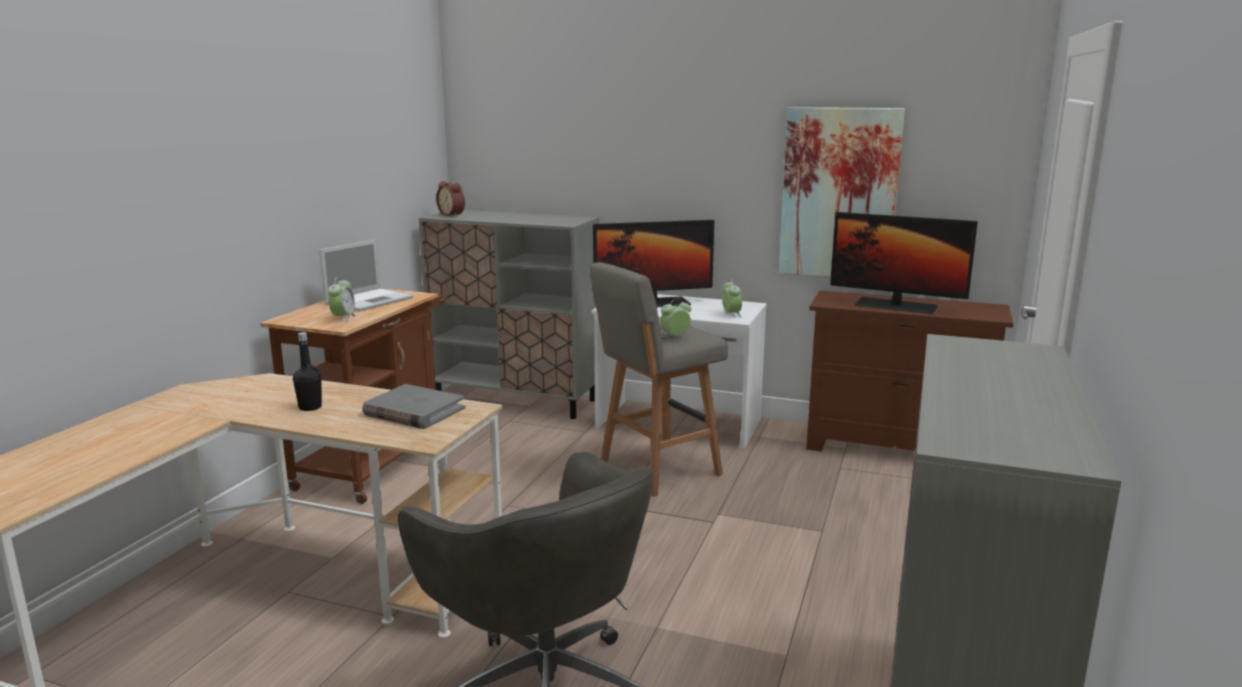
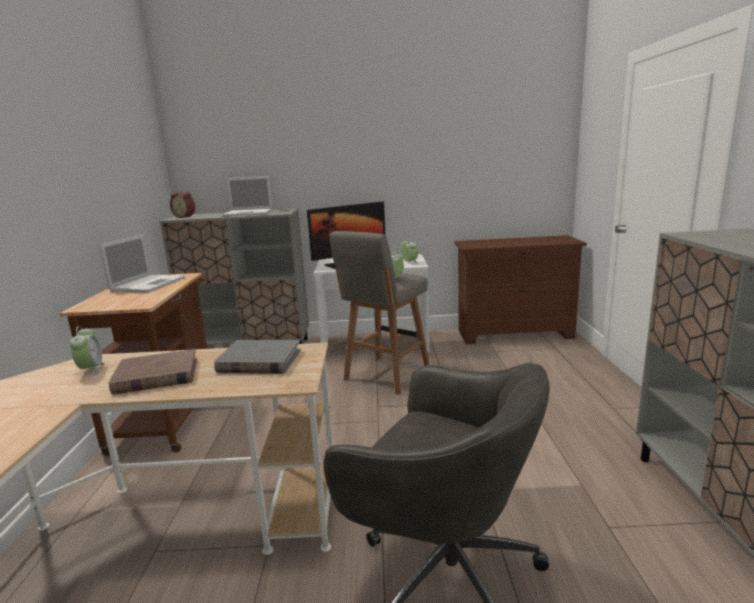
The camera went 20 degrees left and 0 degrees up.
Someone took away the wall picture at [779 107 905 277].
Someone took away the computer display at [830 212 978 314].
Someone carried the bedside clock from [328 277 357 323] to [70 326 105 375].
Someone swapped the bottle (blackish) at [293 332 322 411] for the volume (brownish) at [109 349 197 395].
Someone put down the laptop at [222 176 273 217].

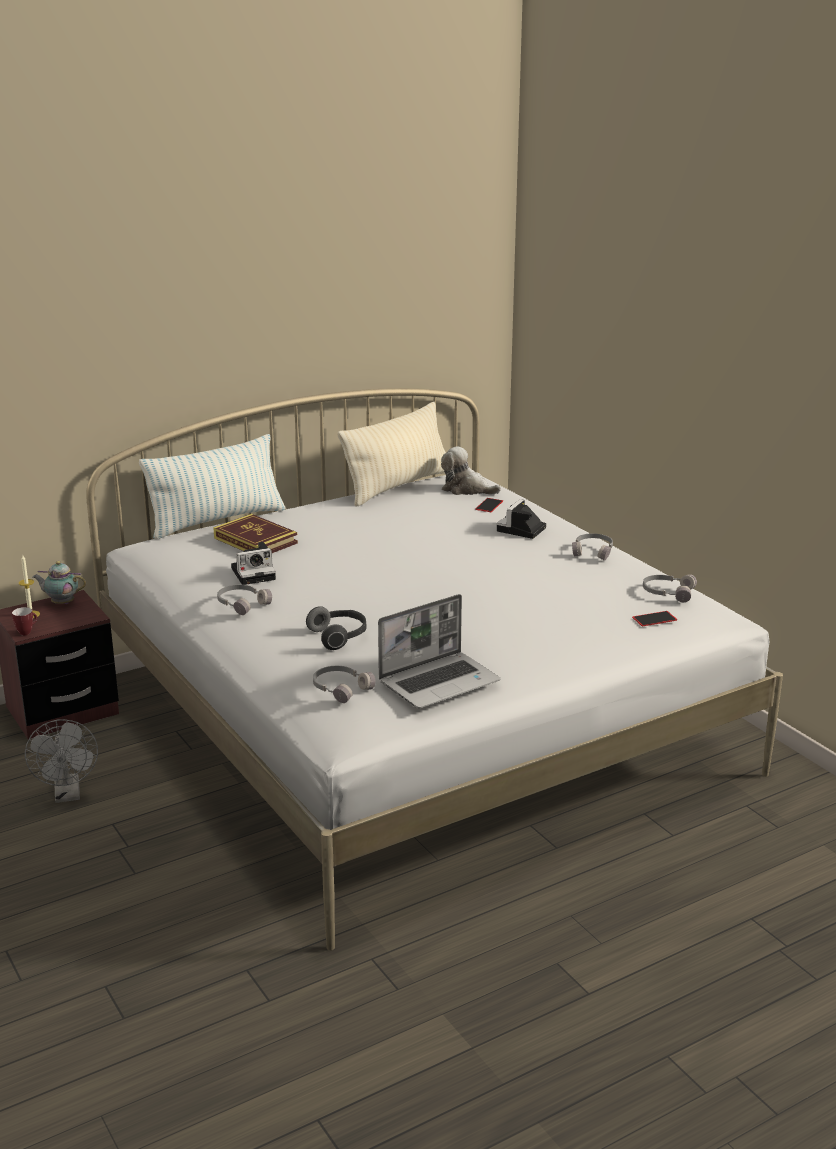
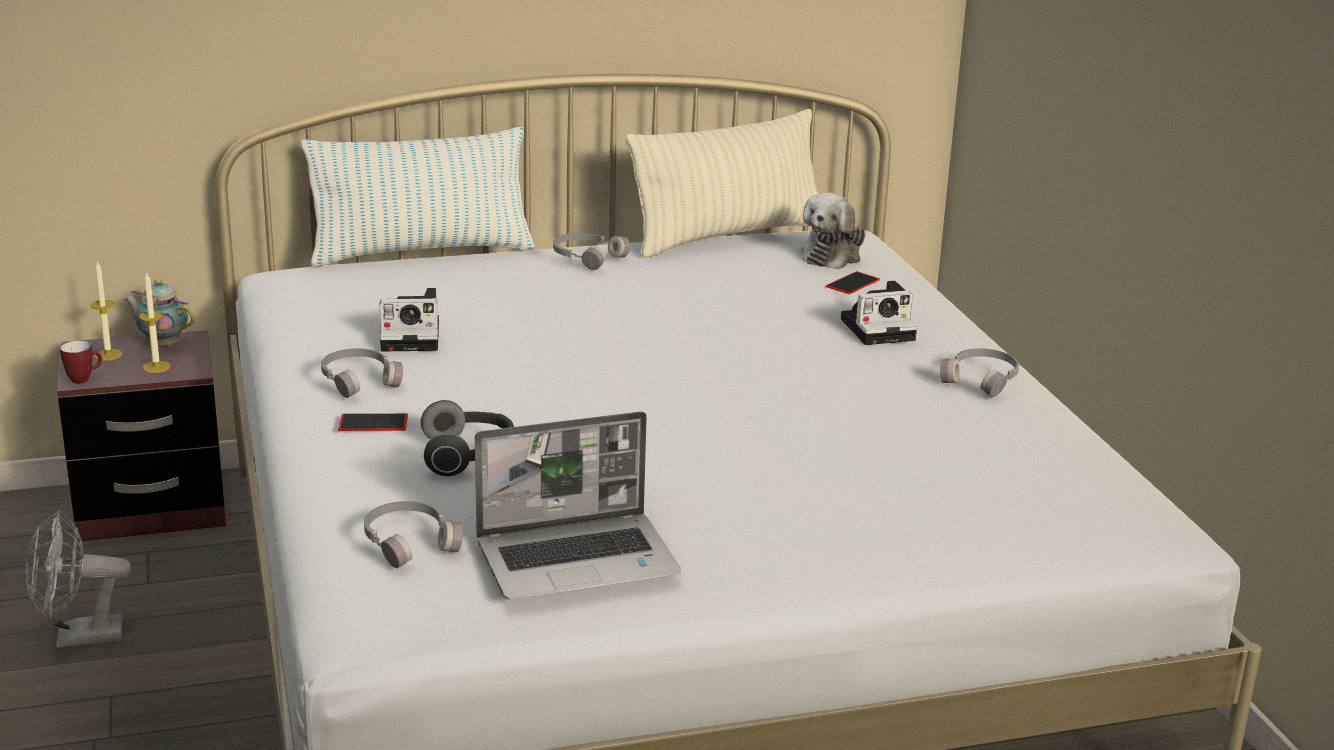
The camera went 15 degrees right and 0 degrees up.
Someone rotated the cuddly toy at [441 446 501 495] by 105 degrees counterclockwise.
Someone rotated the photo camera at [497 499 546 539] by 150 degrees counterclockwise.
Someone took away the volume at [213 514 298 553].
Someone carried the headset (greyish) from [643 574 697 602] to [553 233 630 270].
Someone carried the handset from [632 611 677 626] to [338 413 408 431].
Someone rotated the cooling fan (greyish) at [25 719 98 803] by 75 degrees clockwise.
Someone put down the wax candle at [139 273 171 373].

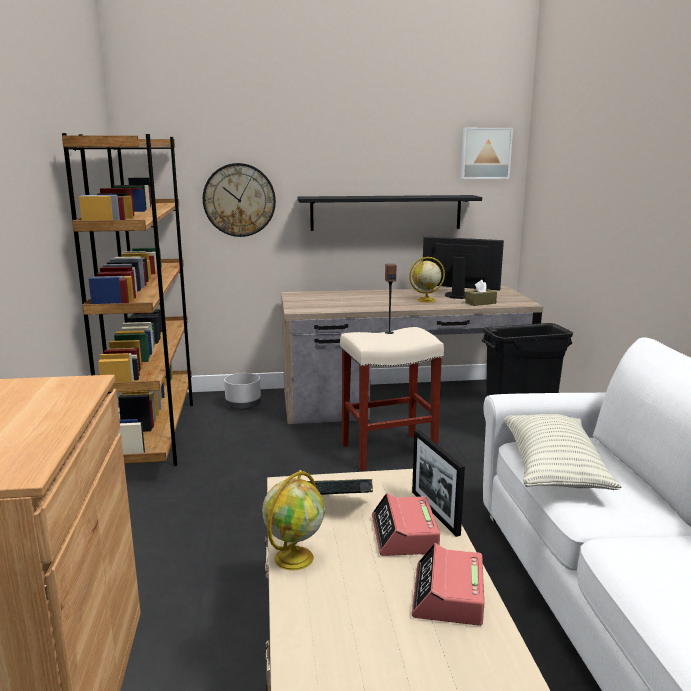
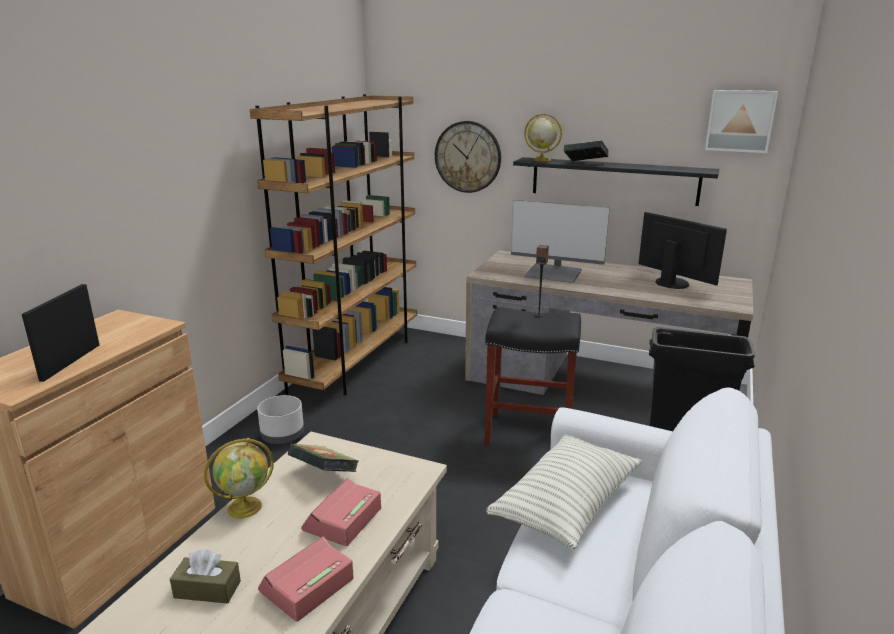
The camera went 30 degrees right and 5 degrees up.
Someone carried the world globe from [409 257 445 303] to [524 114 562 161].
Someone carried the tissue holder (brownish) from [465 280 497 306] to [170 549 241 604].
Someone repainted the sitting stool (sand-coloured) at [340 327 444 471], which became the sitting stool (blackish) at [485 307 581 445].
Someone carried the flower pot (greyish) from [224 373 261 410] to [257 395 304 444].
Someone carried the picture frame from [412 429 465 537] to [22 284 99 382].
Someone put down the volume at [564 141 609 161].
Someone put down the computer display at [511 200 610 283].

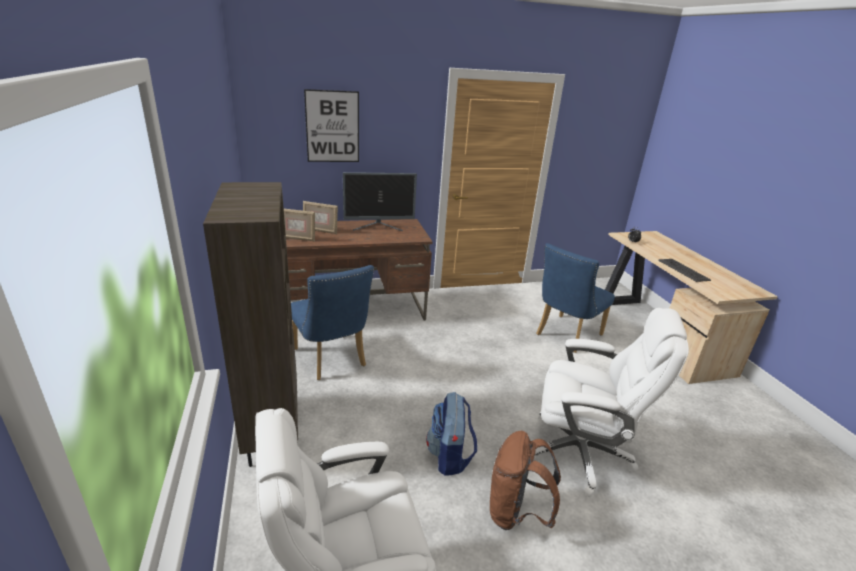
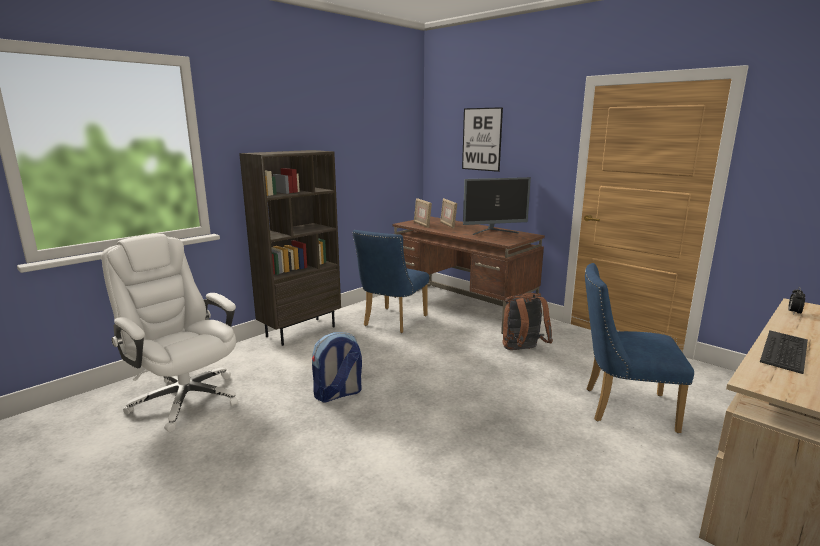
The camera went 60 degrees right and 10 degrees down.
Someone rotated the computer display at [343 172 417 231] by 60 degrees counterclockwise.
Someone took away the computer chair (white-coloured) at [534 308 689 498].
Someone carried the knapsack (brownish) from [490 431 561 530] to [502 293 553 350].

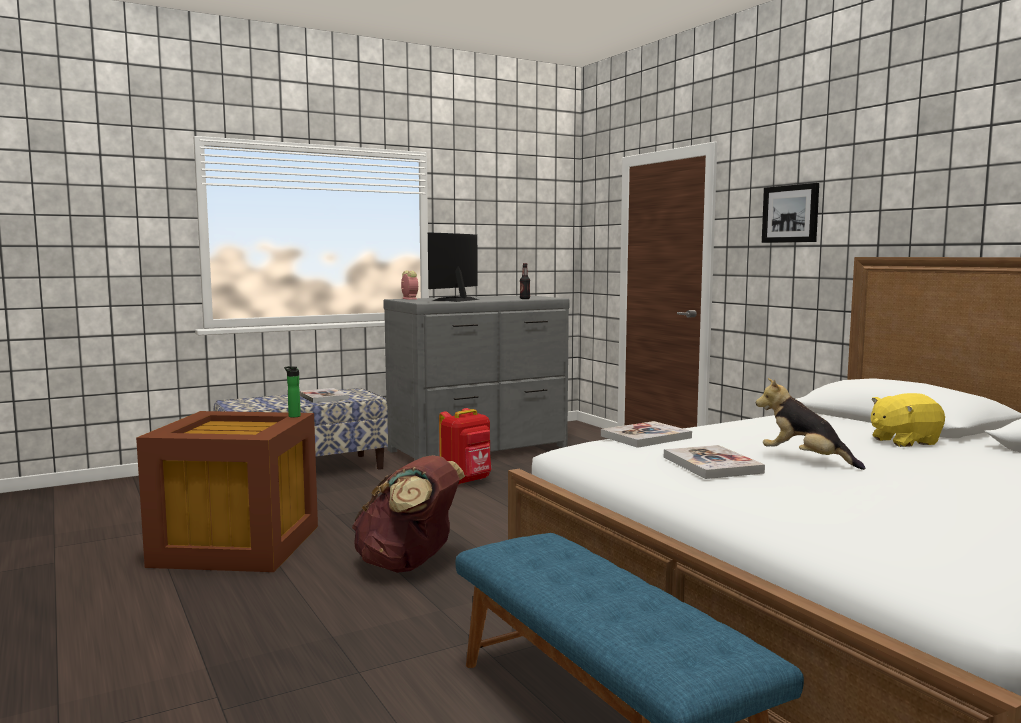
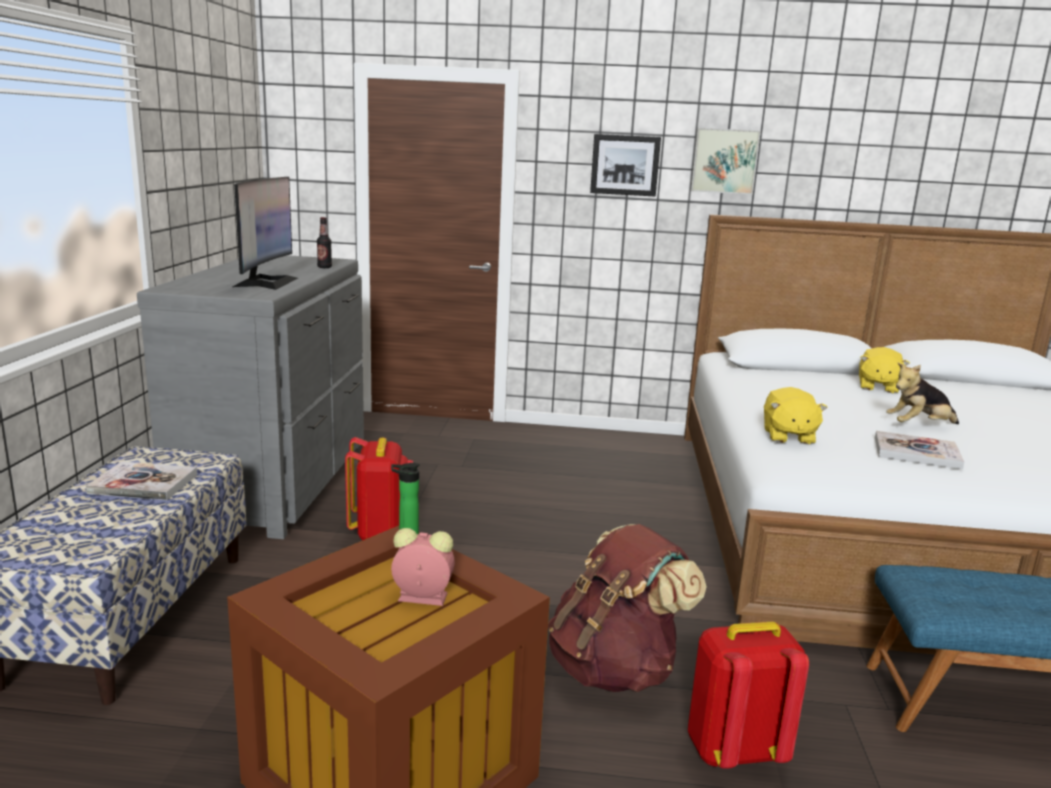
The camera went 55 degrees left and 10 degrees up.
Someone rotated the computer display at [428 233 479 302] by 150 degrees counterclockwise.
Someone carried the bedside clock from [401 270 418 300] to [391 528 455 606].
Someone swapped the volume at [601 421 692 448] for the cuddly toy (yellow-coloured) at [764 387 828 445].
Someone put up the wall picture at [690 128 761 195].
Someone put down the knapsack (red) at [688 622 809 769].

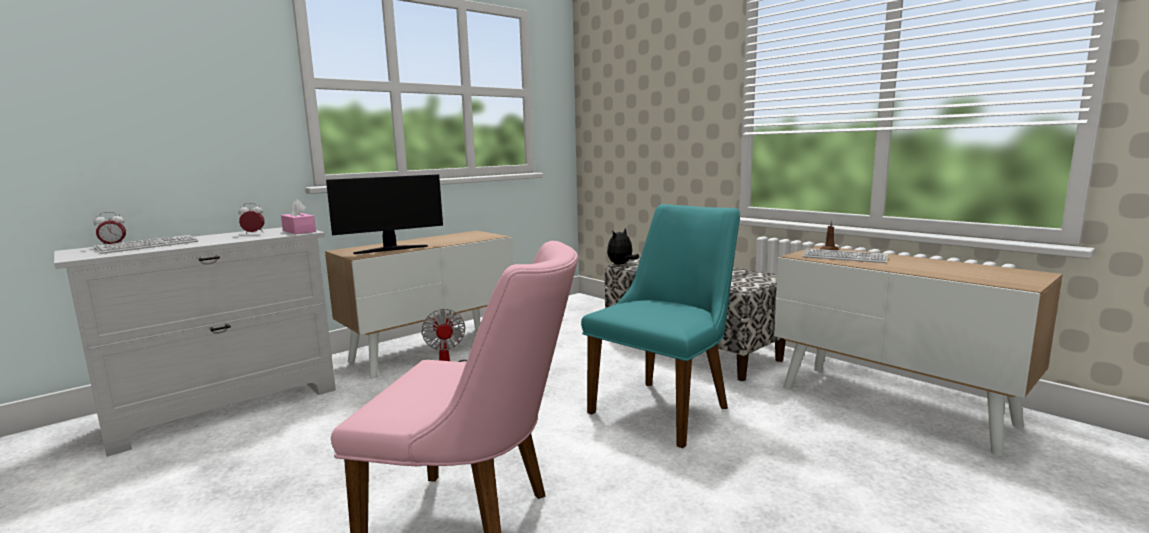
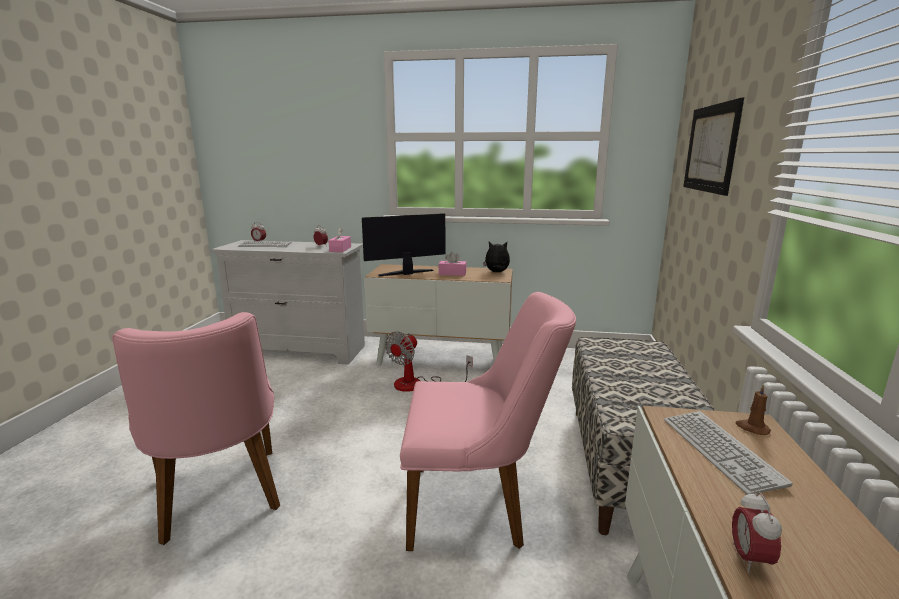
The camera went 50 degrees right and 5 degrees up.
Someone rotated the computer display at [326 174 443 254] by 135 degrees clockwise.
Someone repainted the plain chair (blue-green) at [581 204 740 449], which became the plain chair (pinkish) at [400 292 576 551].
Someone carried the cuddly toy from [607 228 639 264] to [483 242 510 272].
Someone put up the wall picture at [683 98 744 196].
Someone put down the tissue holder (pinkish) at [438 252 467 276].
Someone put down the bedside clock at [732 491 782 573].

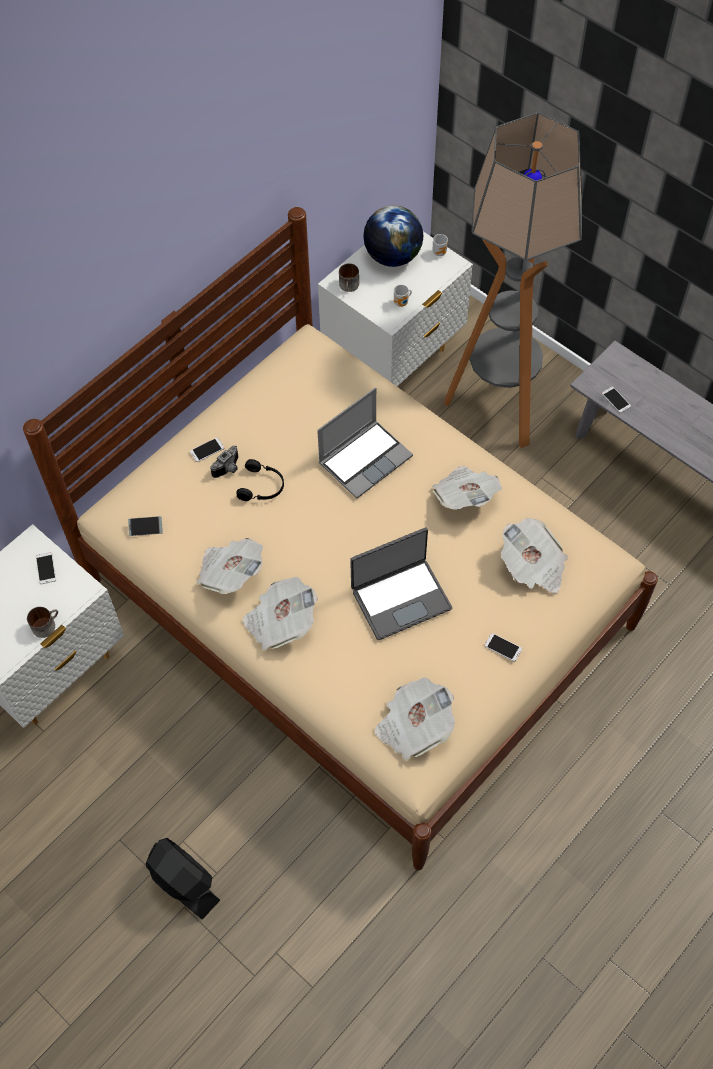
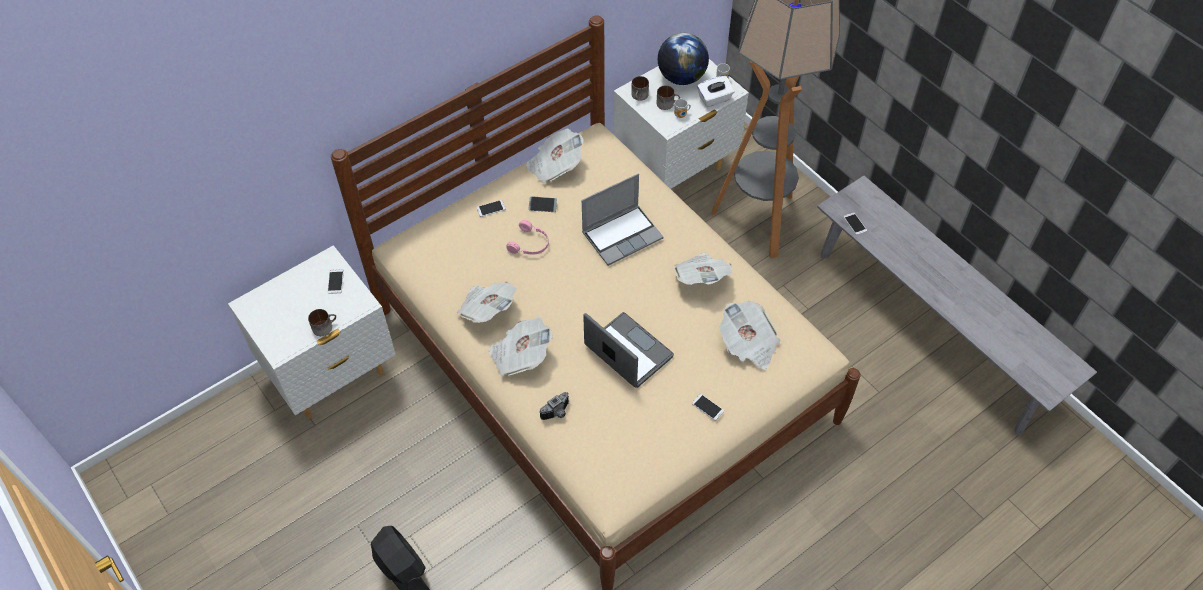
The camera went 10 degrees right and 5 degrees down.
Someone carried the photo camera from [210 446 238 478] to [540 392 569 420].
Someone repainted the headset (blackish) at [236 459 284 501], which became the headset (pinkish) at [506 220 549 255].
Someone carried the handset from [128 516 163 536] to [528 196 557 212].
Someone rotated the laptop at [350 528 452 640] by 120 degrees counterclockwise.
Someone carried the daily paper from [374 677 455 761] to [526 129 584 184].
Someone put down the tissue holder (white-coloured) at [697 76 734 107].
Someone put down the mug at [657 85 680 110].

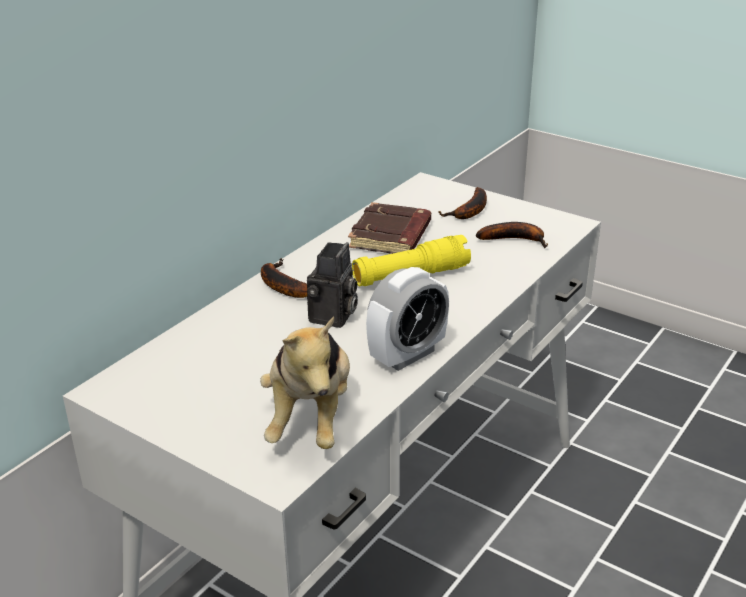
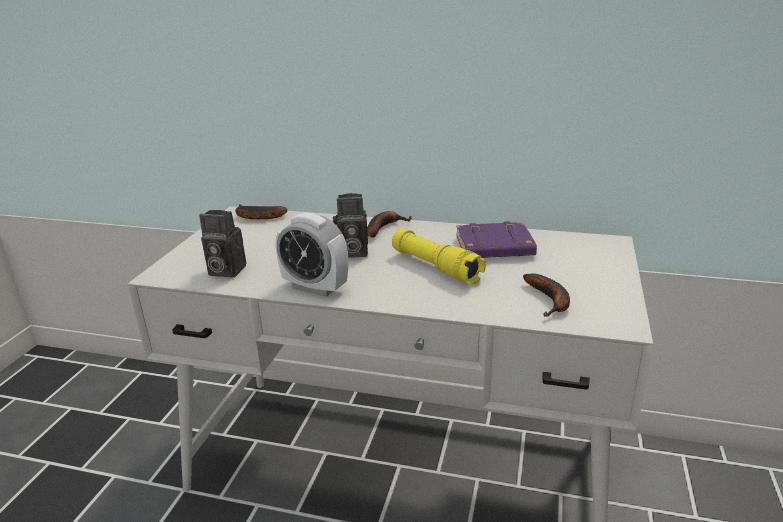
The camera went 70 degrees right and 5 degrees down.
Someone carried the banana from [438 187 487 219] to [235 204 287 219].
Someone repainted the volume (brownish) at [348 202 431 254], which became the volume (purple-coloured) at [456 221 537 258].
Someone swapped the cuddly toy at [260 316 350 449] for the photo camera at [199 210 246 278].

